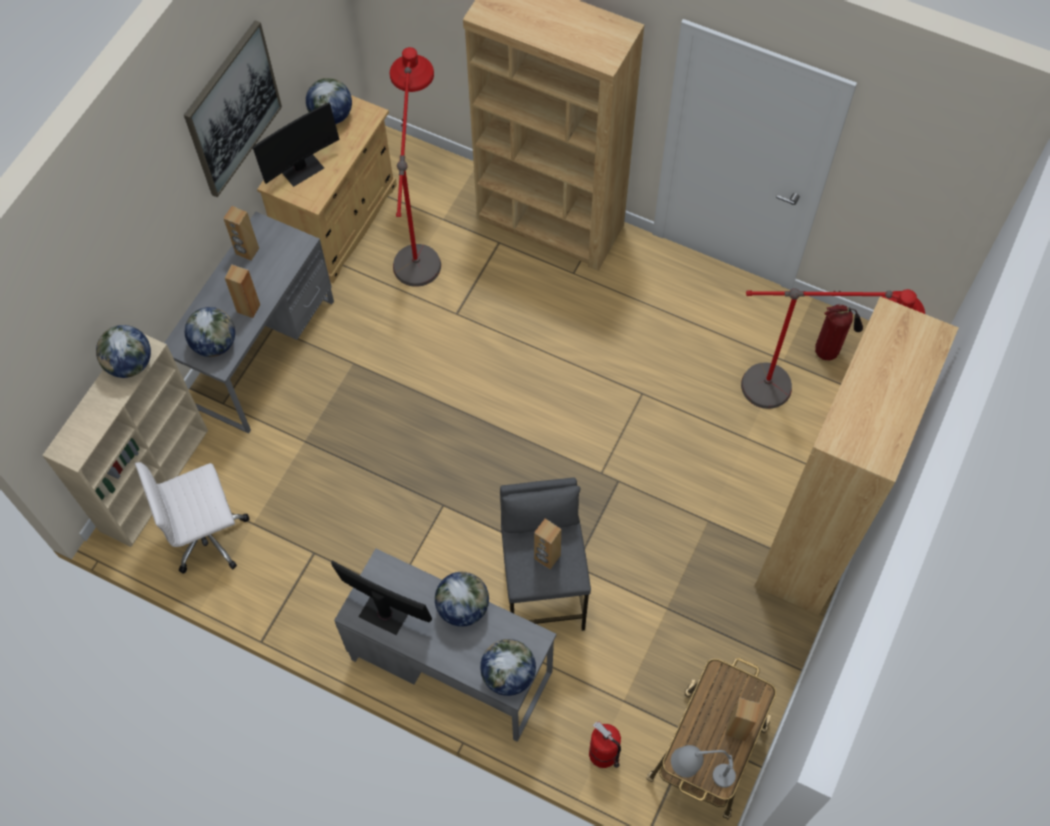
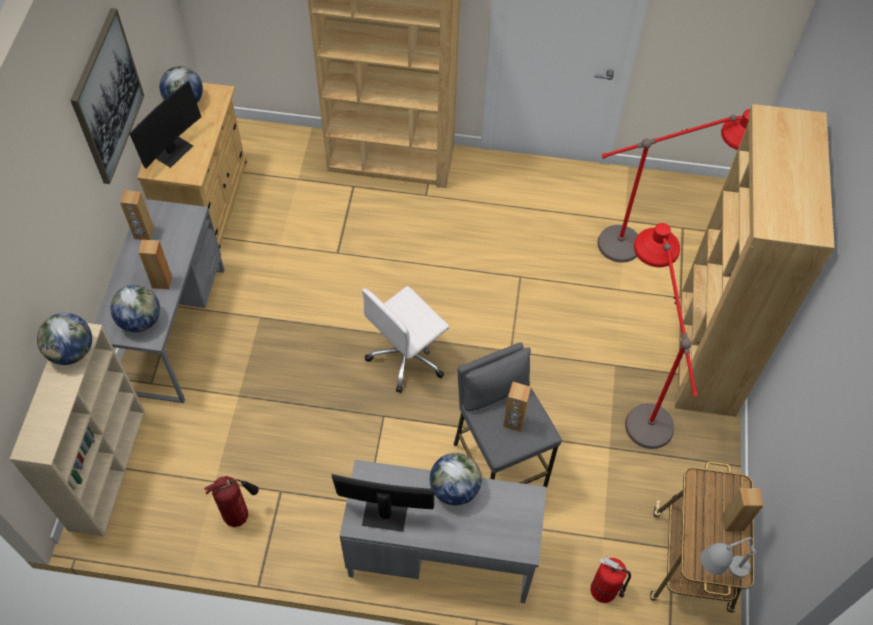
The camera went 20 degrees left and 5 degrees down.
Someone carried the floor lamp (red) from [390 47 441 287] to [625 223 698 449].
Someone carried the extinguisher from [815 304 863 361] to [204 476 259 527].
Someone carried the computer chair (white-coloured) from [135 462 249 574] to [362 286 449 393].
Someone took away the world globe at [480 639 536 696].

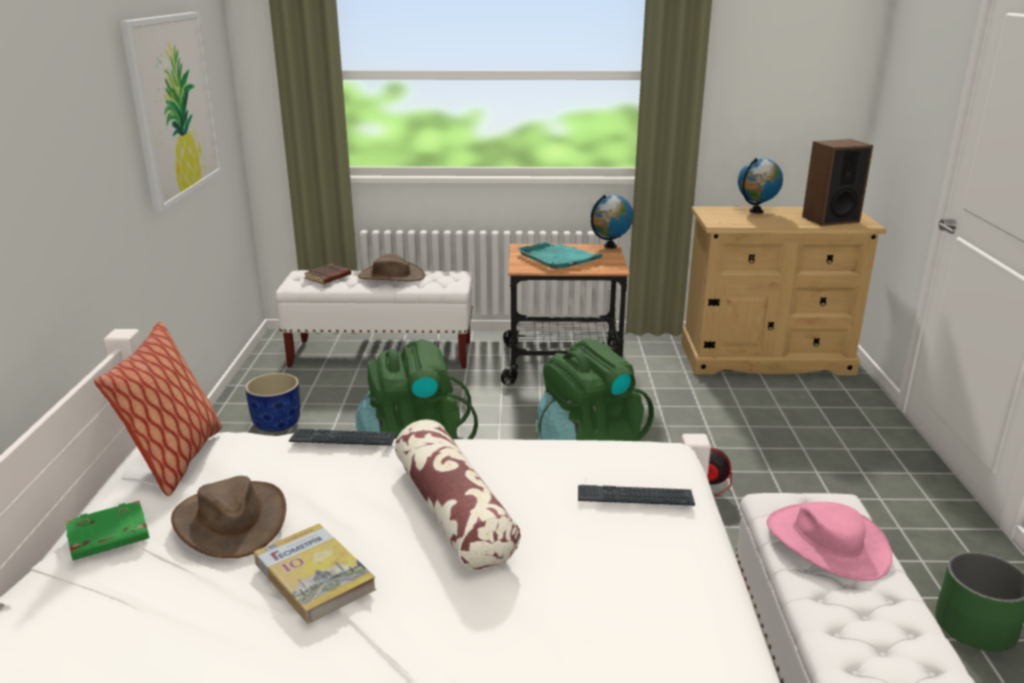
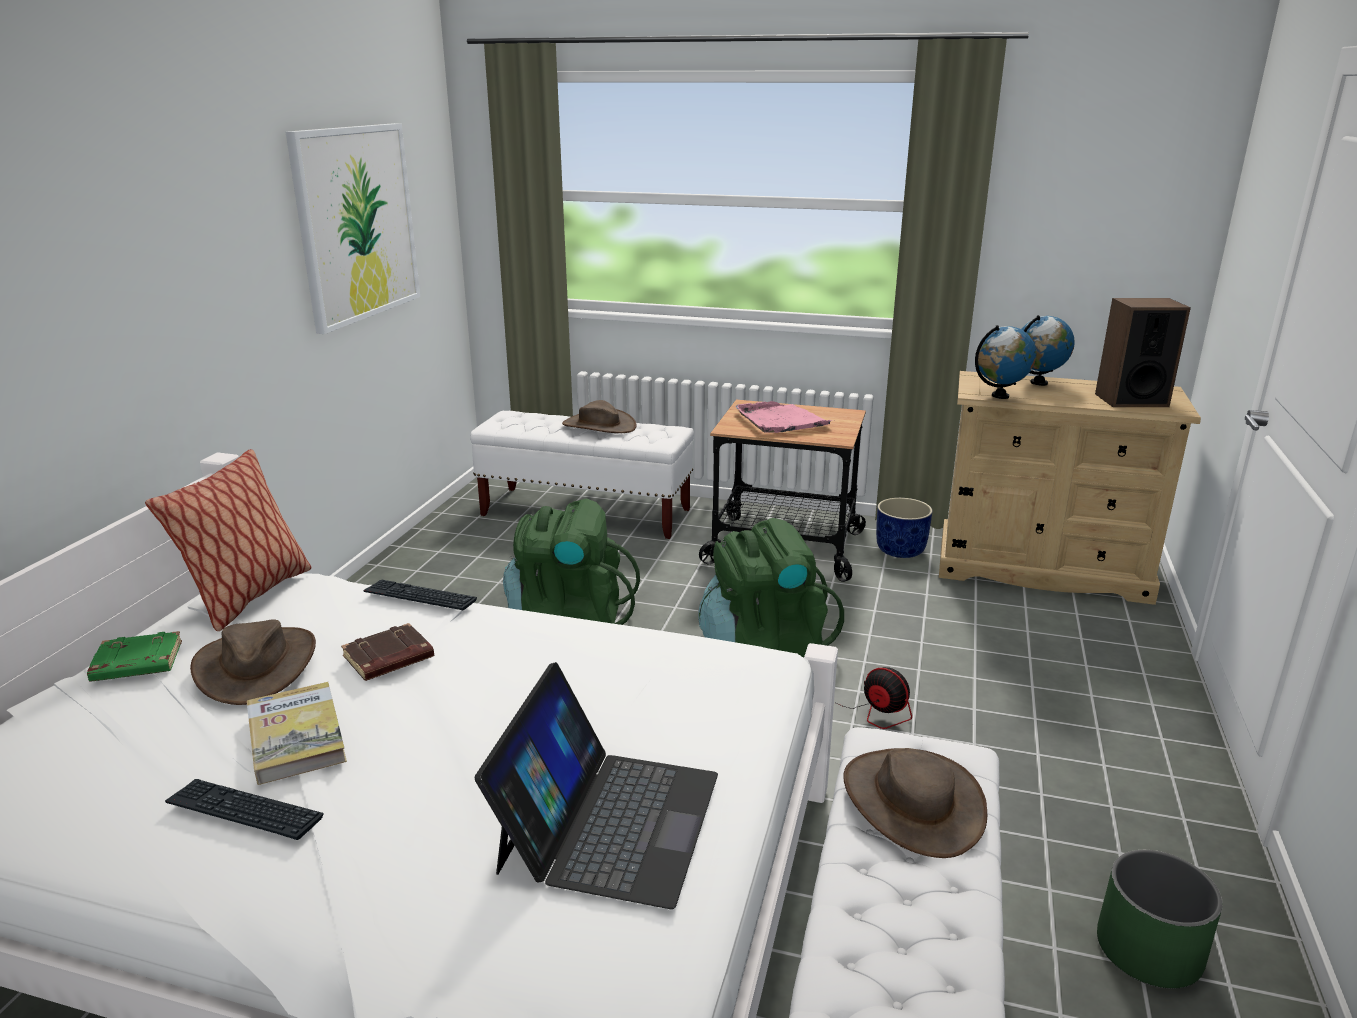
The camera went 15 degrees right and 0 degrees up.
Someone carried the world globe from [591 194 634 249] to [975 325 1036 399].
Someone repainted the carrying tray (blue-green) at [518 243 603 269], which became the carrying tray (pinkish) at [735 401 834 433].
Someone carried the volume (brownish) from [304 264 351 284] to [341 623 434 681].
Someone carried the flower pot (blue-coloured) from [245 373 300 432] to [876 498 933 558].
Someone took away the pillow at [395 419 520 571].
Someone carried the PC keyboard from [578 485 695 506] to [165 779 324 840].
Someone repainted the hat (pinkish) at [767 502 893 581], which became the hat (brownish) at [843 748 987 858].
Someone put down the laptop at [475 662 718 909].

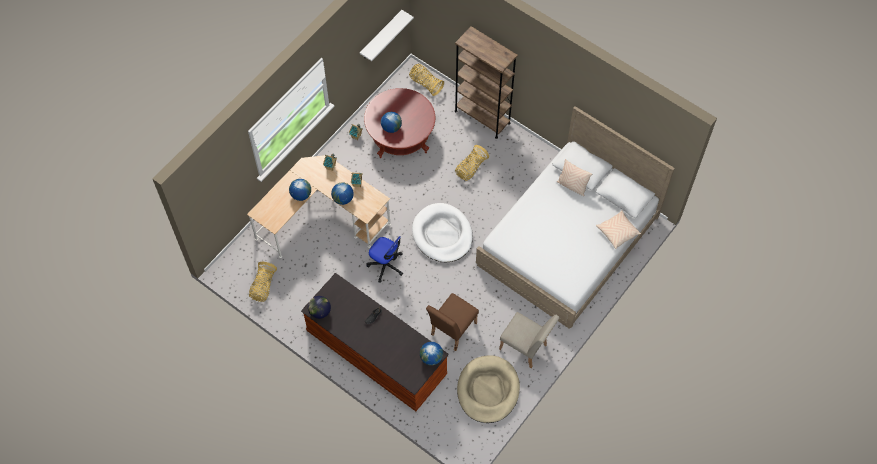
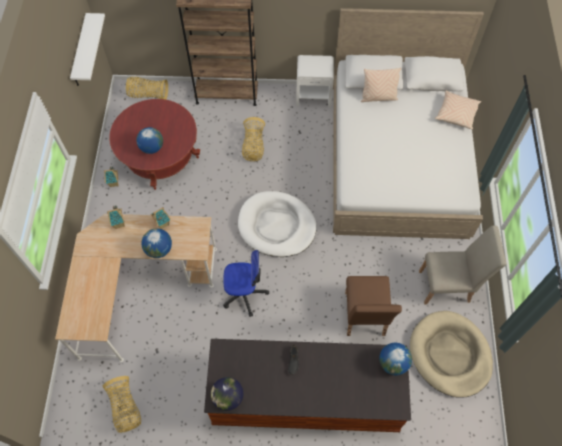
The camera went 35 degrees left and 0 degrees up.
Someone took away the world globe at [289 179 311 201].
Someone put down the night table (white-coloured) at [296 55 334 108].

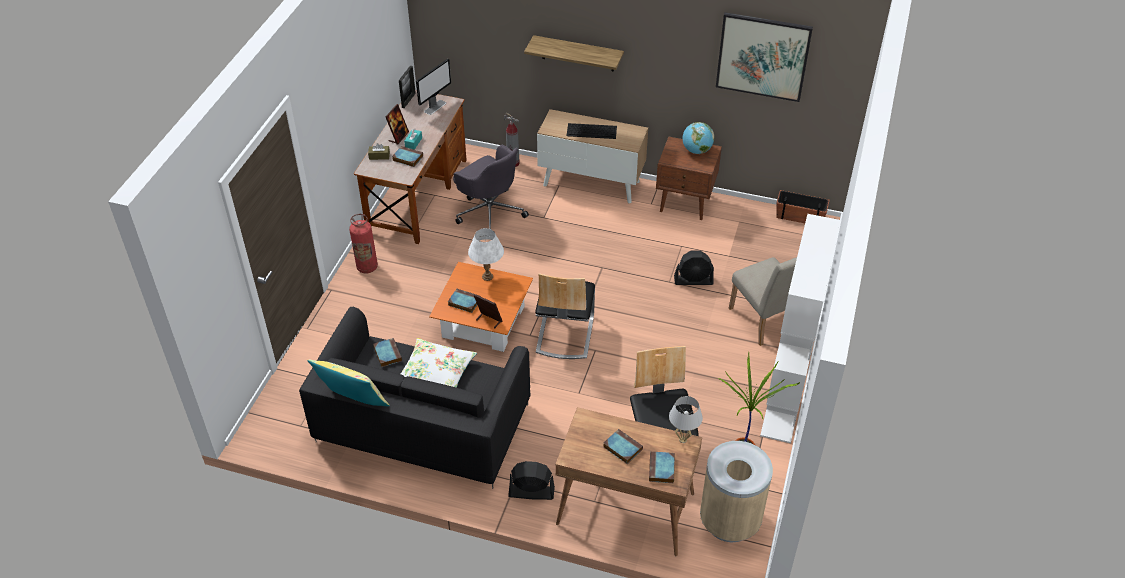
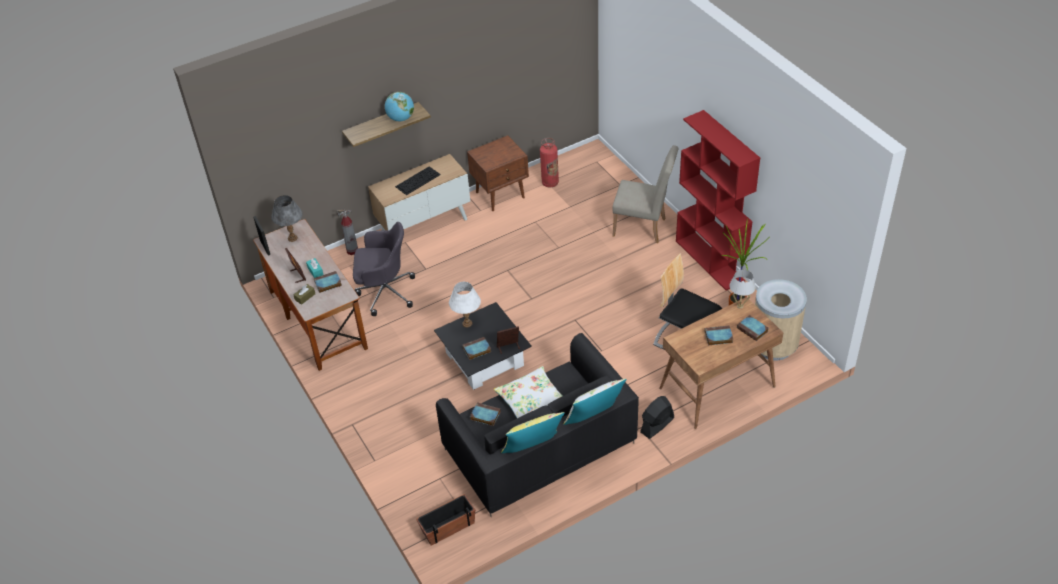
The camera went 45 degrees left and 0 degrees up.
Someone took away the wall picture at [716 12 813 102].
Someone swapped the computer display at [416 58 451 115] for the table lamp (greyish) at [271 195 303 242].
Someone carried the world globe from [683 122 714 154] to [385 92 414 121].
Someone carried the flower pot from [776 190 830 223] to [416 494 475 546].
Someone carried the extinguisher from [349 214 378 274] to [540 138 559 188].
Someone repainted the bookshelf (white-coloured) at [760 214 840 443], which became the bookshelf (red) at [676 110 760 291].
Someone took away the cooling fan (blackish) at [674 250 714 285].
Someone repainted the coffee table (orangey) at [429 262 533 352], which became the coffee table (blackish) at [434 302 532 390].
Someone took away the plain chair at [535 273 595 359].
Someone put down the pillow (white-coloured) at [563 379 627 425].

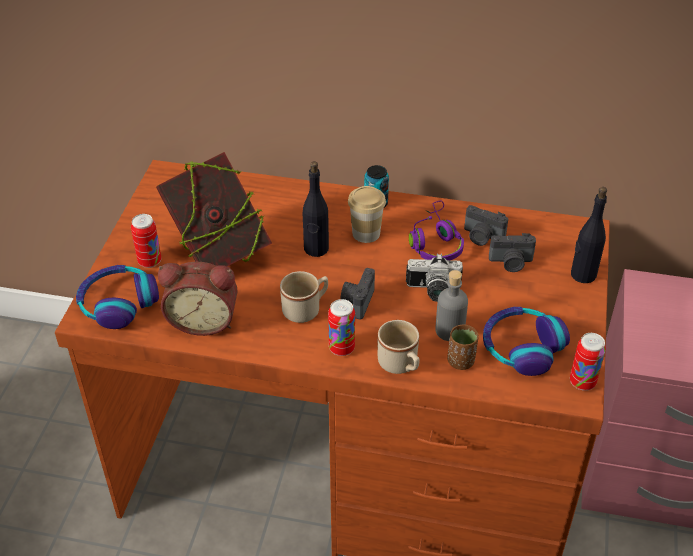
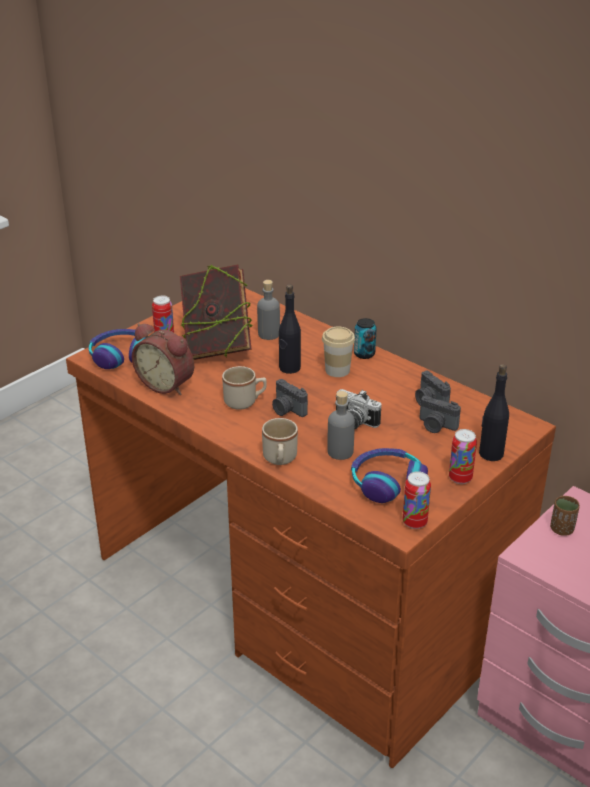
The camera went 30 degrees right and 10 degrees down.
Someone took away the headset (purple-coloured) at [409 201 464 260].
Someone rotated the photo camera at [341 268 375 320] by 90 degrees counterclockwise.
Someone carried the can from [328 299 355 356] to [449 429 477 484].
Someone carried the small cup (brownish) from [447 325 479 370] to [550 496 580 536].
Someone put down the bottle (greyish) at [257 280 280 340].

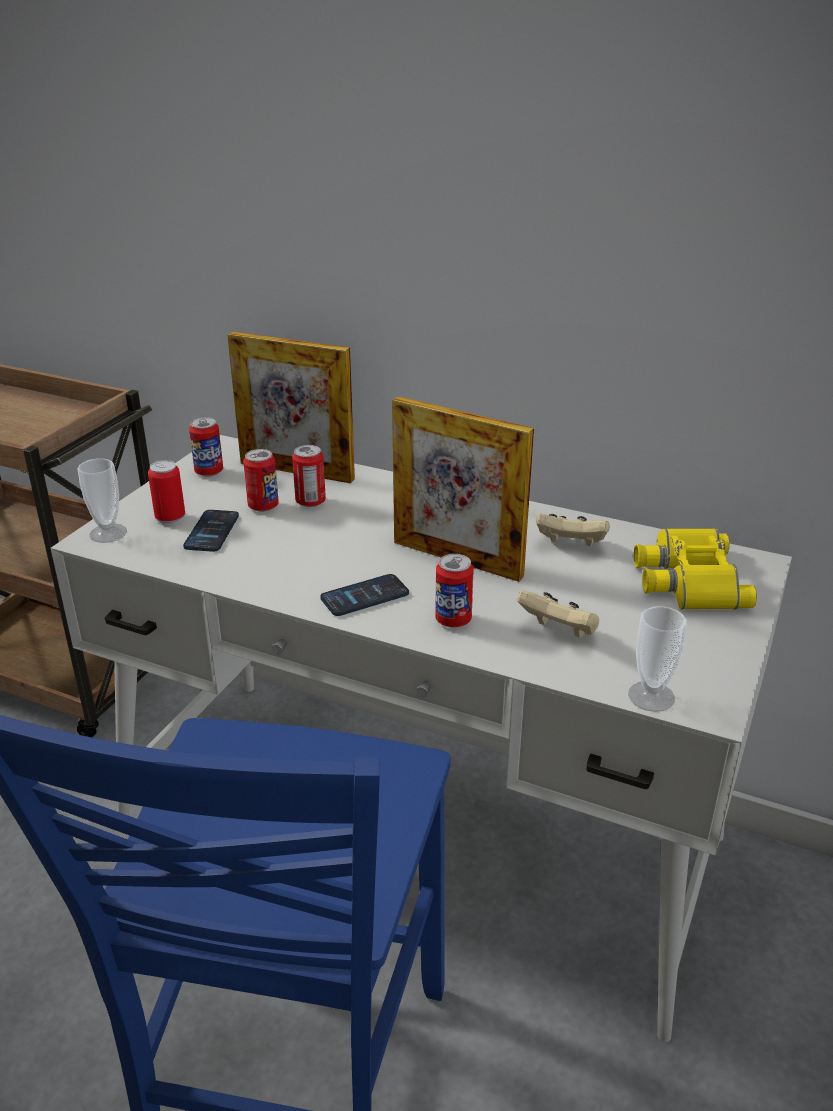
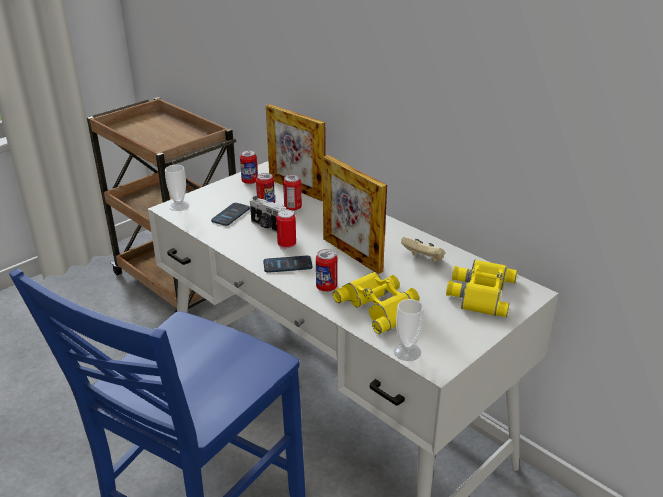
The camera went 20 degrees right and 0 degrees up.
Someone carried the can from [148 460 185 526] to [276 210 296 250].
Someone swapped the joypad (sand-coloured) at [517 591 599 638] for the pair of binoculars (yellow-coloured) at [333 272 419 334].
Someone put down the photo camera at [250 196 287 233].

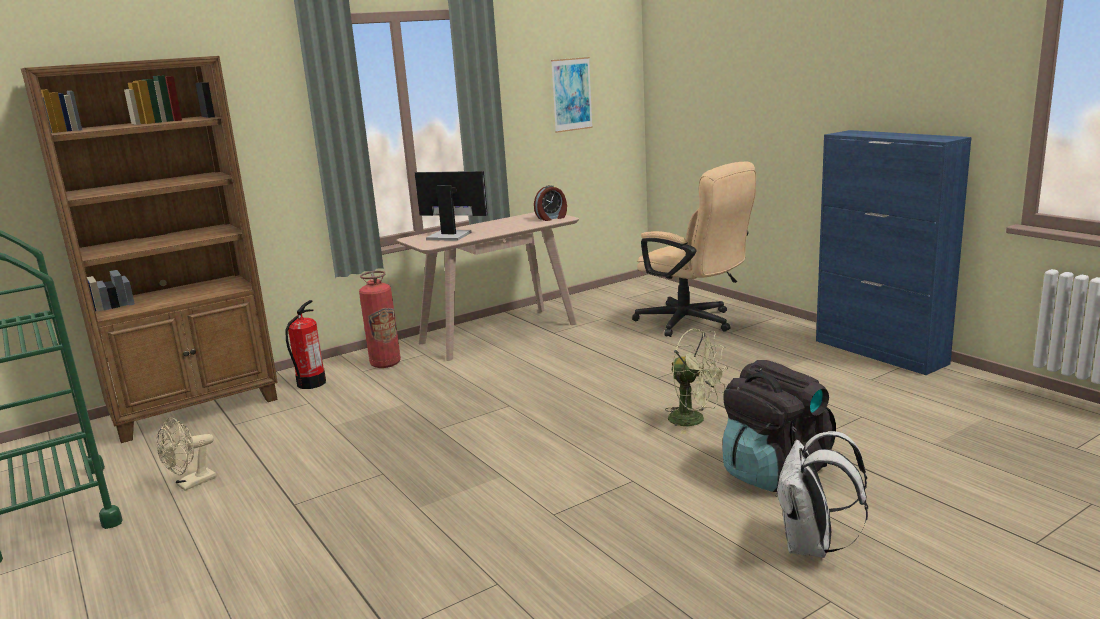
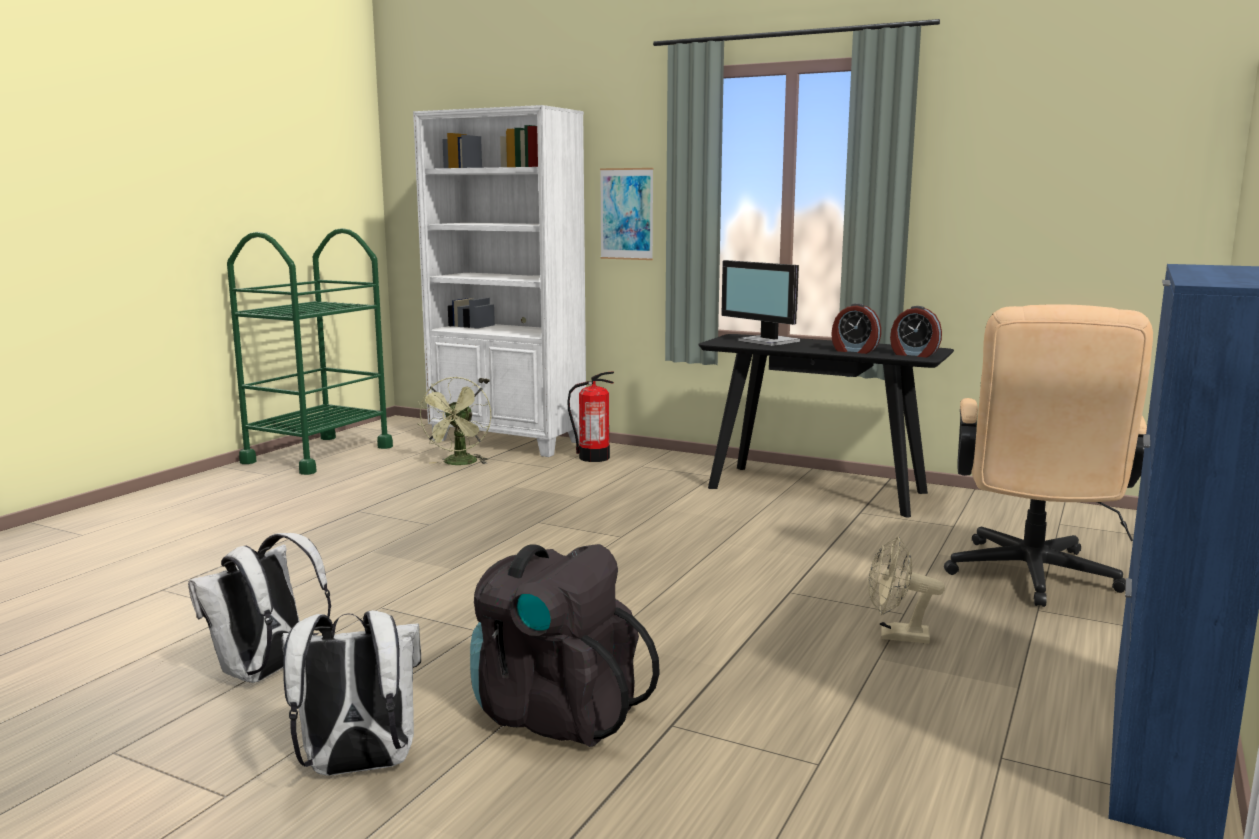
The camera went 60 degrees right and 5 degrees down.
Someone repainted the bookshelf (brownish) at [21 56 278 443], which became the bookshelf (white-coloured) at [413 105 586 457].
Someone carried the wall picture from [551 57 593 133] to [600 168 654 260].
Someone rotated the computer display at [415 171 488 241] by 150 degrees clockwise.
Someone repainted the narrow table (sand-coloured) at [397 212 579 361], which became the narrow table (blackish) at [699 334 954 518].
Someone took away the extinguisher at [359 271 401 368].
Someone carried the cooling fan (greenish) from [665 329 728 434] to [417 377 491 465].
Someone carried the cooling fan (sand-coloured) from [157 417 217 491] to [868 536 945 644].
Someone put down the bedside clock at [831 303 881 354].
Someone put down the knapsack (white-coloured) at [188 533 331 683].

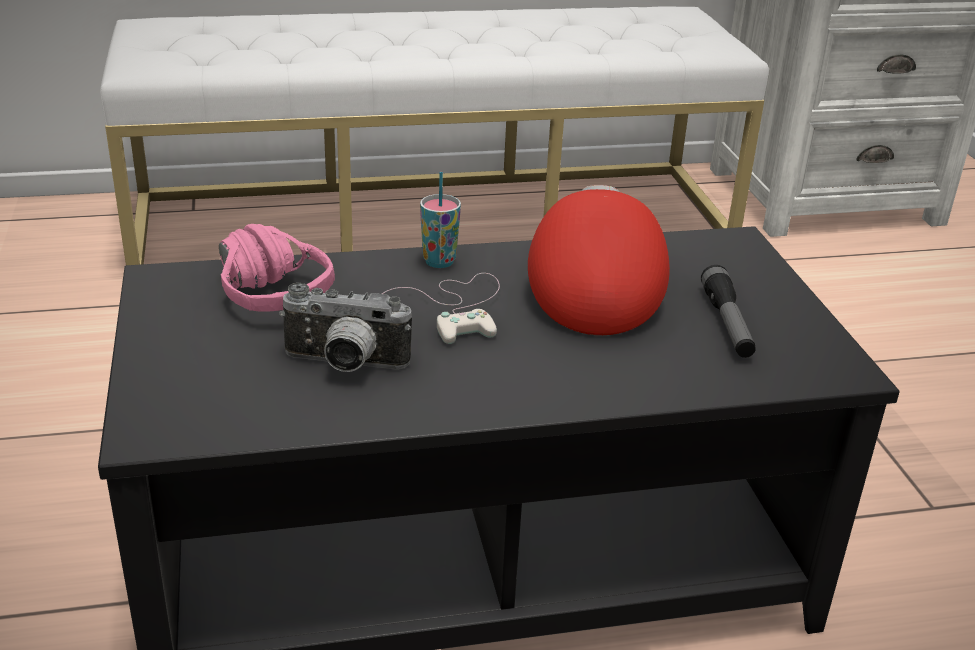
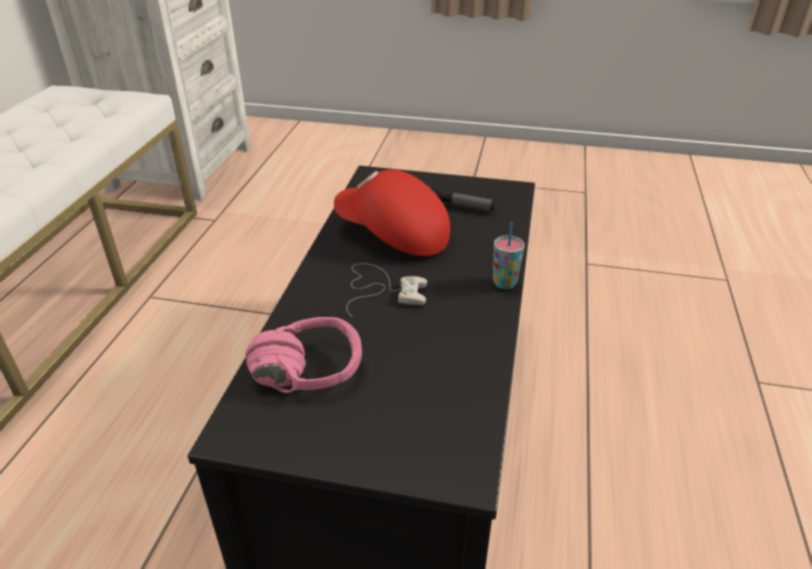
The camera went 65 degrees left and 5 degrees up.
Someone carried the small cup from [420 172 461 268] to [493 222 525 289].
Someone took away the photo camera at [279 283 412 372].

